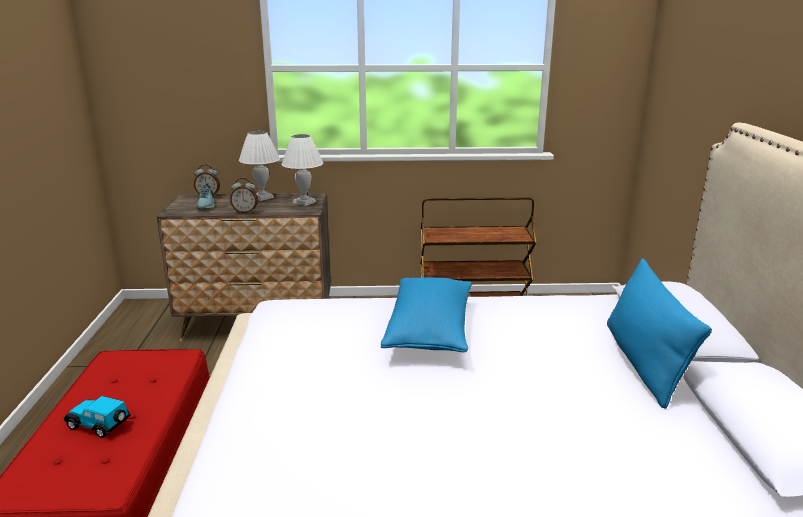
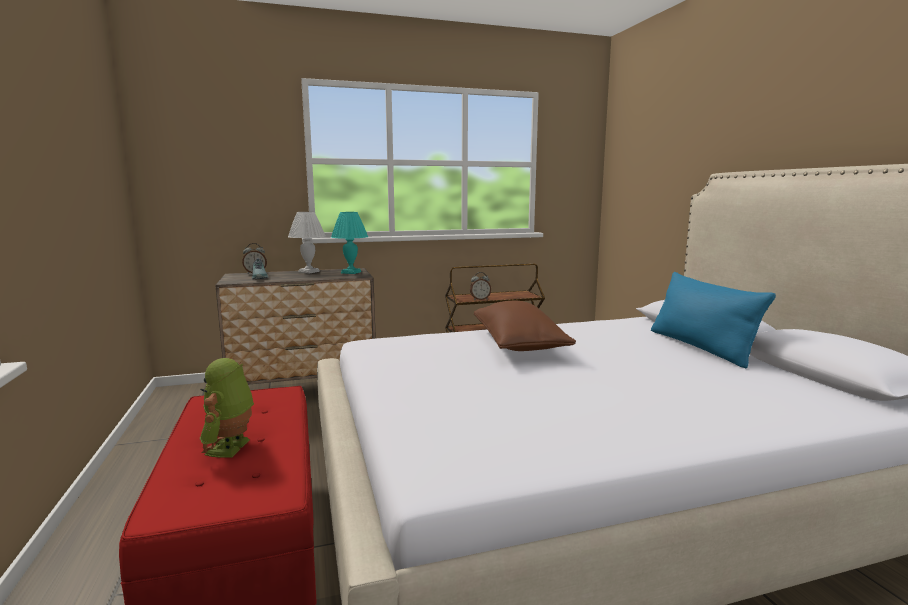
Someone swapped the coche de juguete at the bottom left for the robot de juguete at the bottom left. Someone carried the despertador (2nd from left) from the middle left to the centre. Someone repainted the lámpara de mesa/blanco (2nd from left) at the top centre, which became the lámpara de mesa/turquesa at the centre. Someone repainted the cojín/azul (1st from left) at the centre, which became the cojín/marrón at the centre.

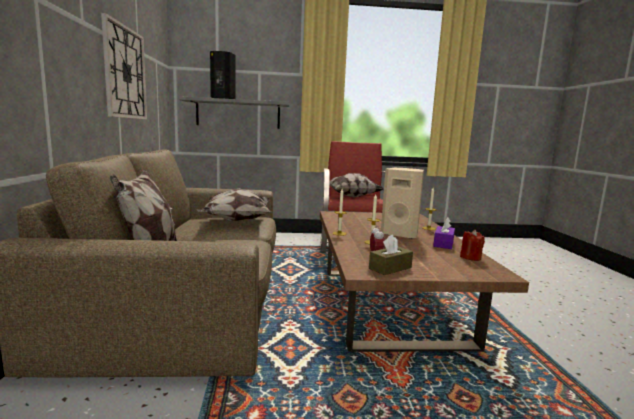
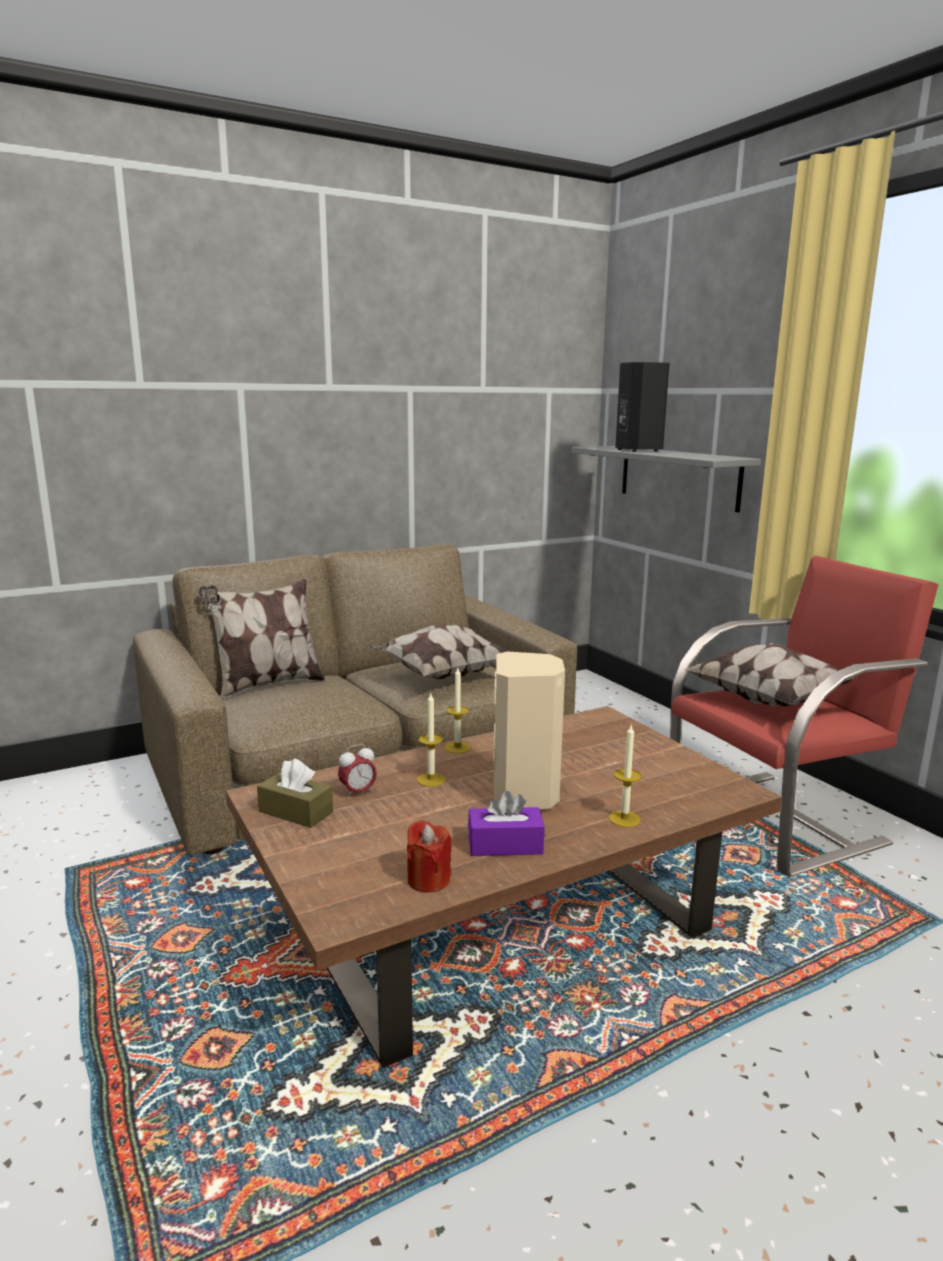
Someone took away the reloj de pared at the top left.

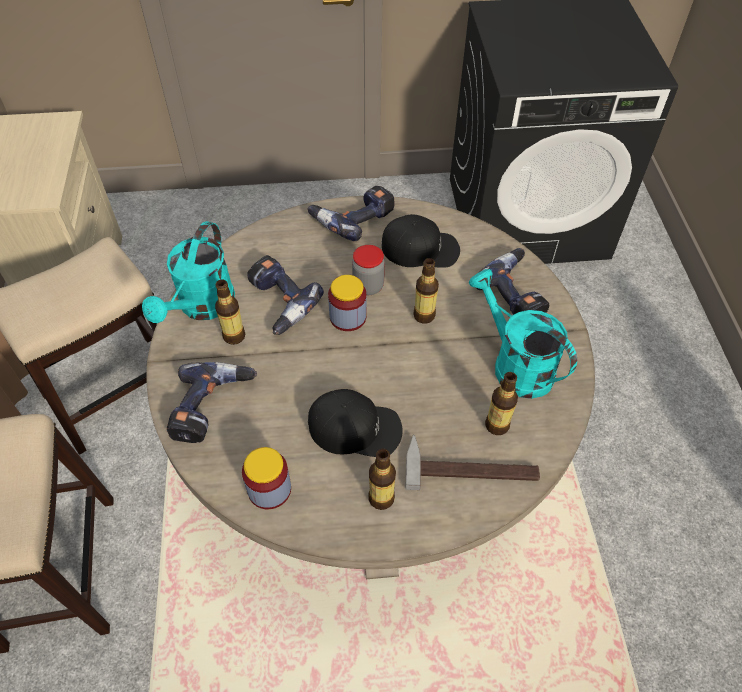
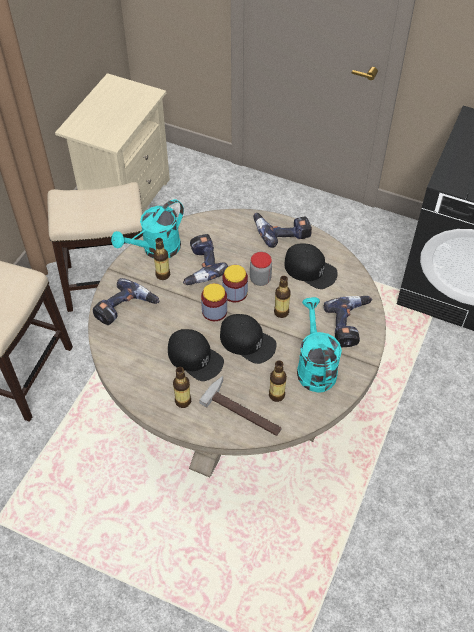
Someone carried the tarro (1st from left) from the bottom centre to the centre. Someone put down the gorra/negro (2nd from left) at the centre.

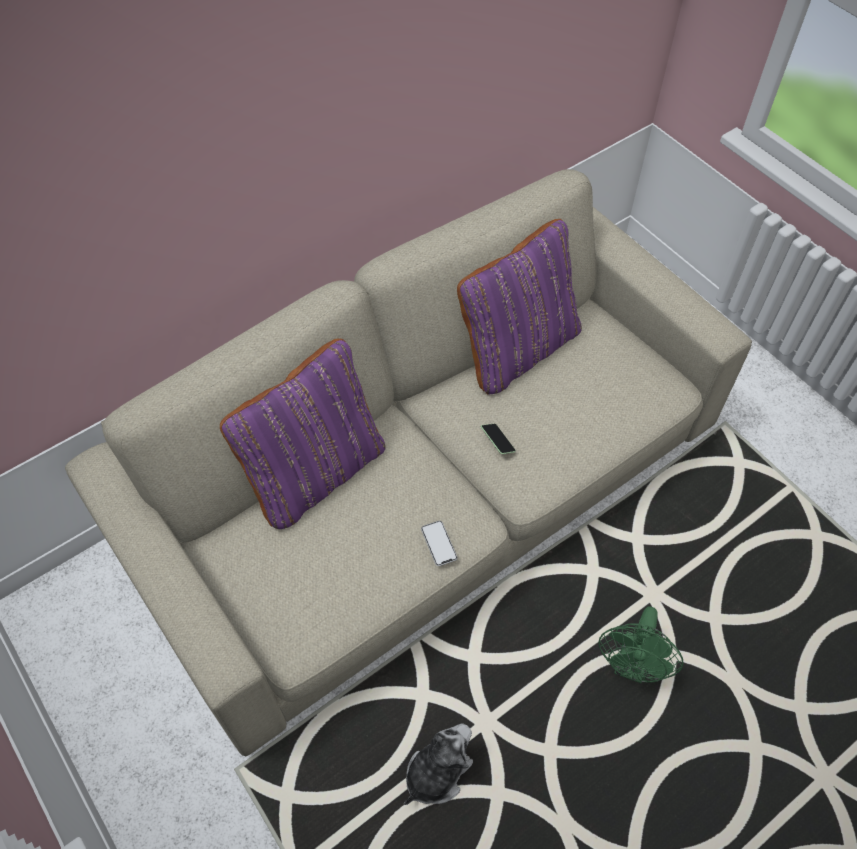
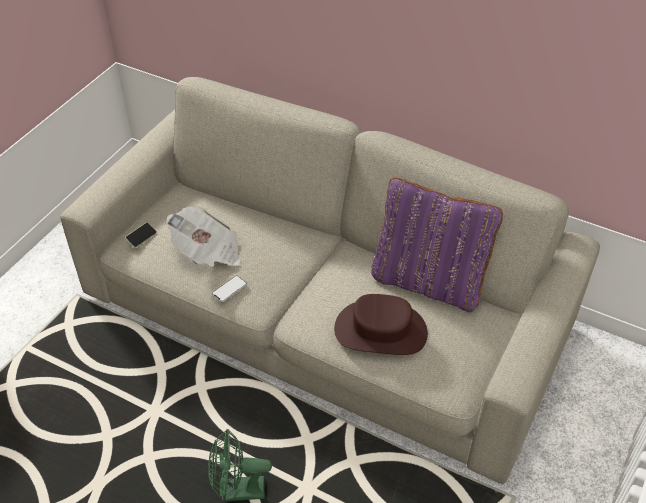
Someone took away the cojín/morado (1st from left) at the centre. Someone took away the peluche at the bottom centre. Someone carried the móvil (2nd from left in the first image) from the centre to the middle left. Someone put down the periódico at the middle left. Someone put down the sombrero/marrón at the centre.

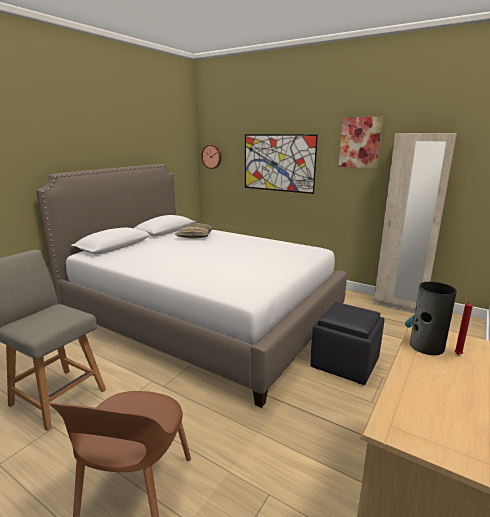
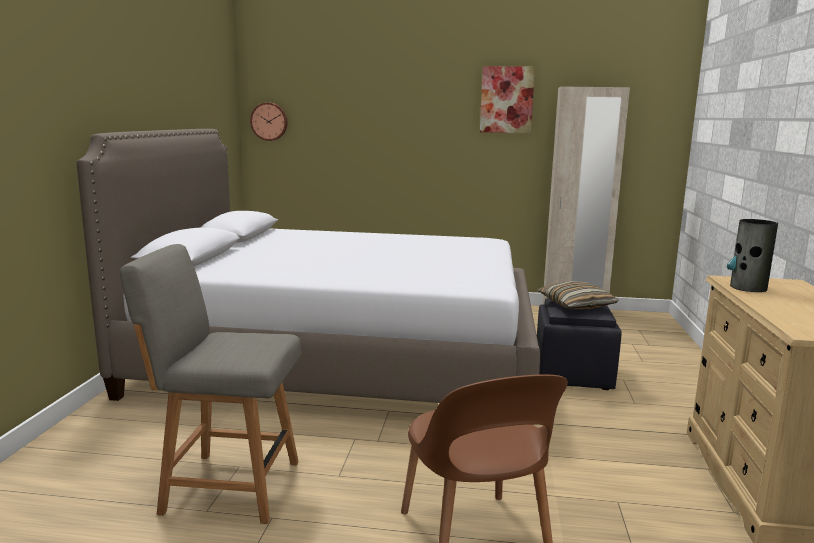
Someone carried the cojín from the centre to the middle right. Someone took away the cuadro (1st from left) at the top centre. Someone took away the vela/rojo at the middle right.

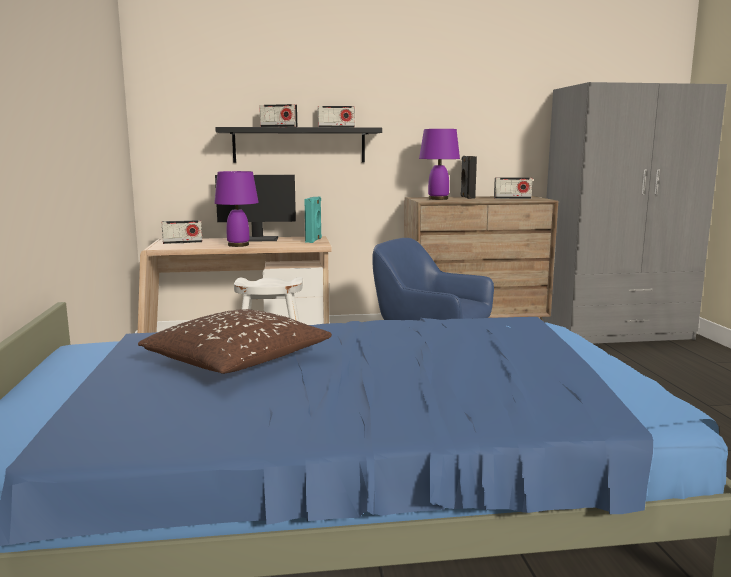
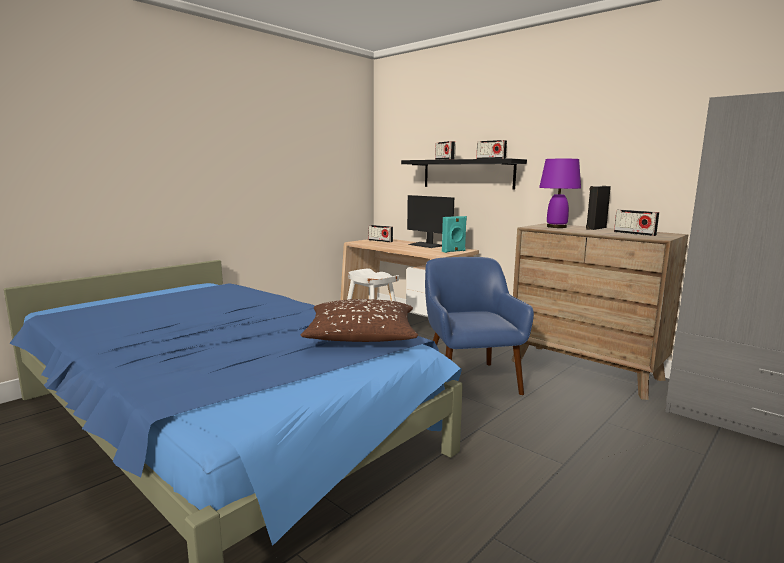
Someone carried the cojín/marrón from the middle left to the centre. Someone took away the lámpara de mesa/morado (1st from left) at the middle left.

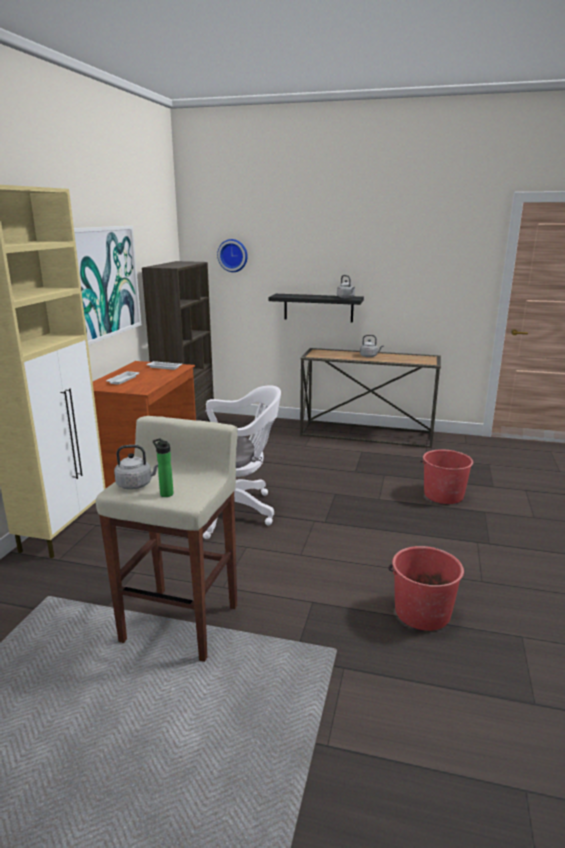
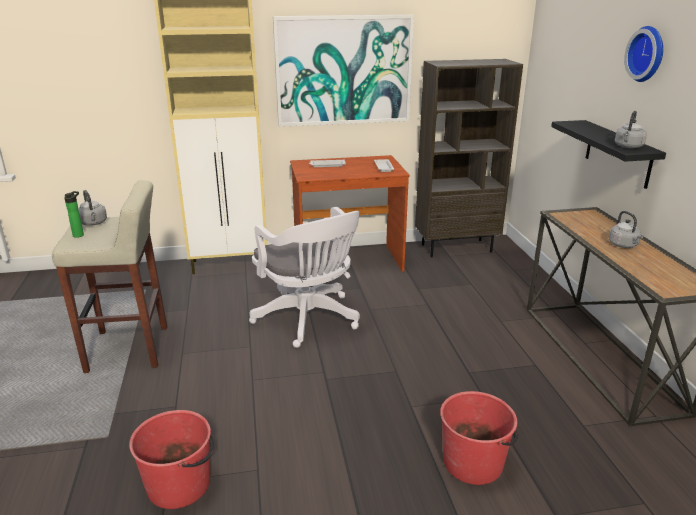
Someone carried the reloj de pared from the top centre to the top right.

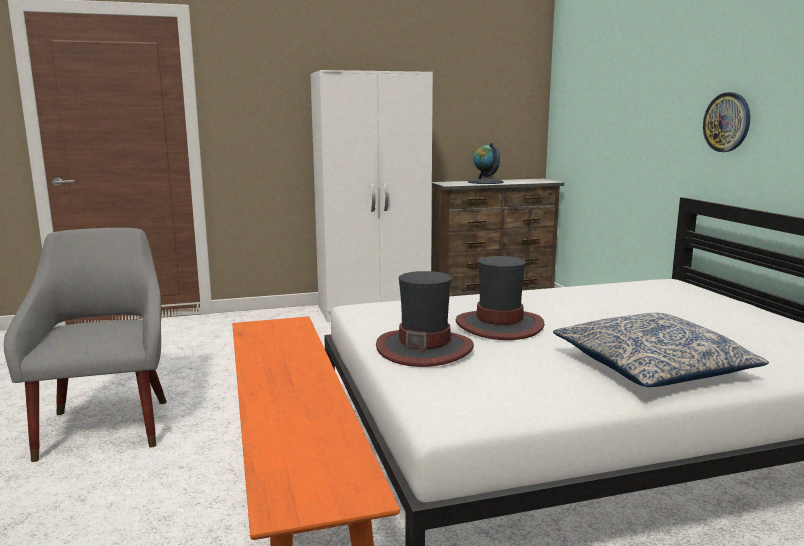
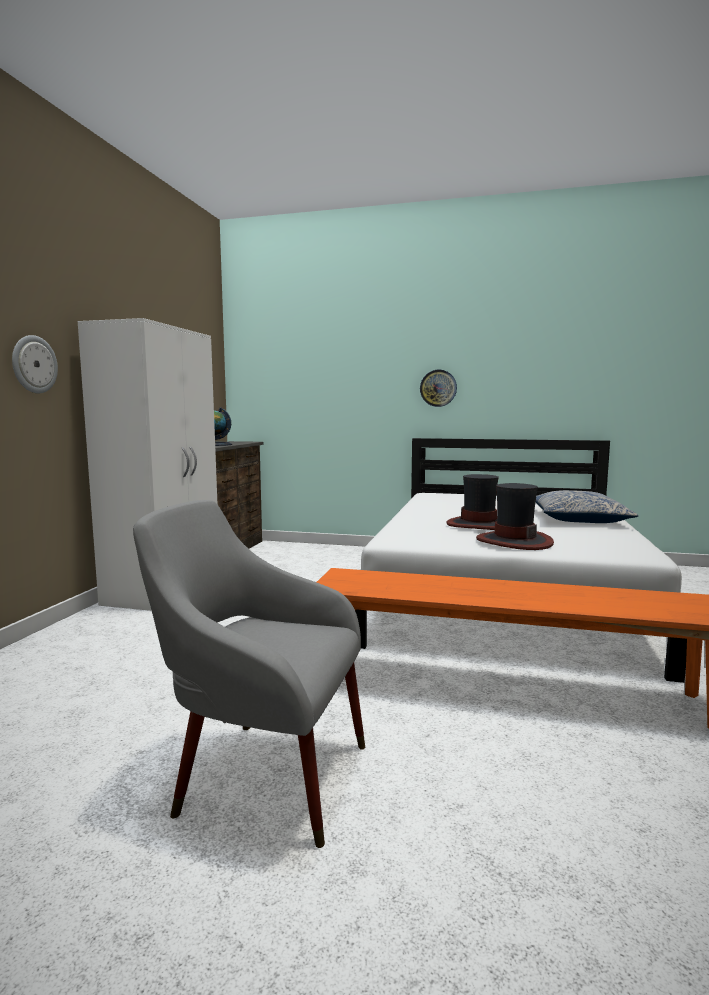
Someone put up the reloj de pared (1st from left) at the middle left.

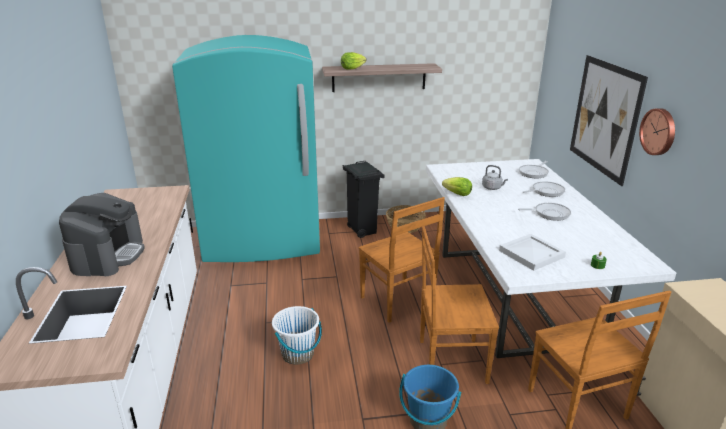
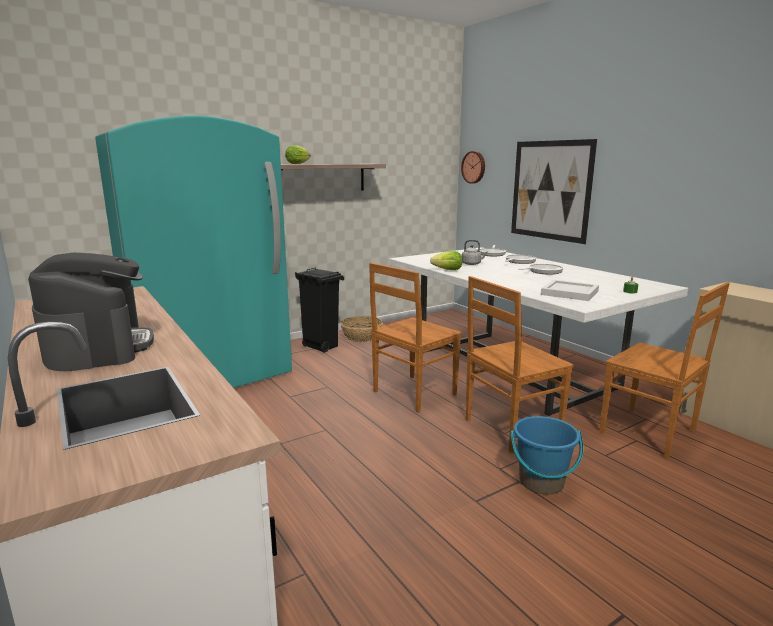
Someone took away the cubo/blanco at the bottom centre. Someone rotated the silla/marrón (1st from left) at the centre by 105 degrees clockwise. Someone carried the reloj de pared from the top right to the top centre.

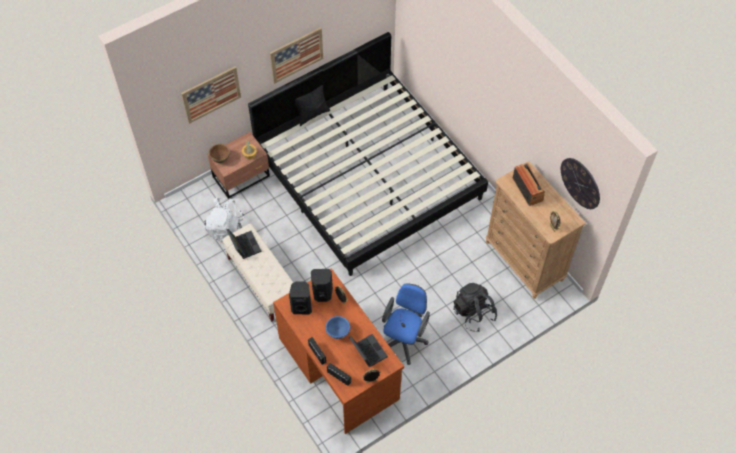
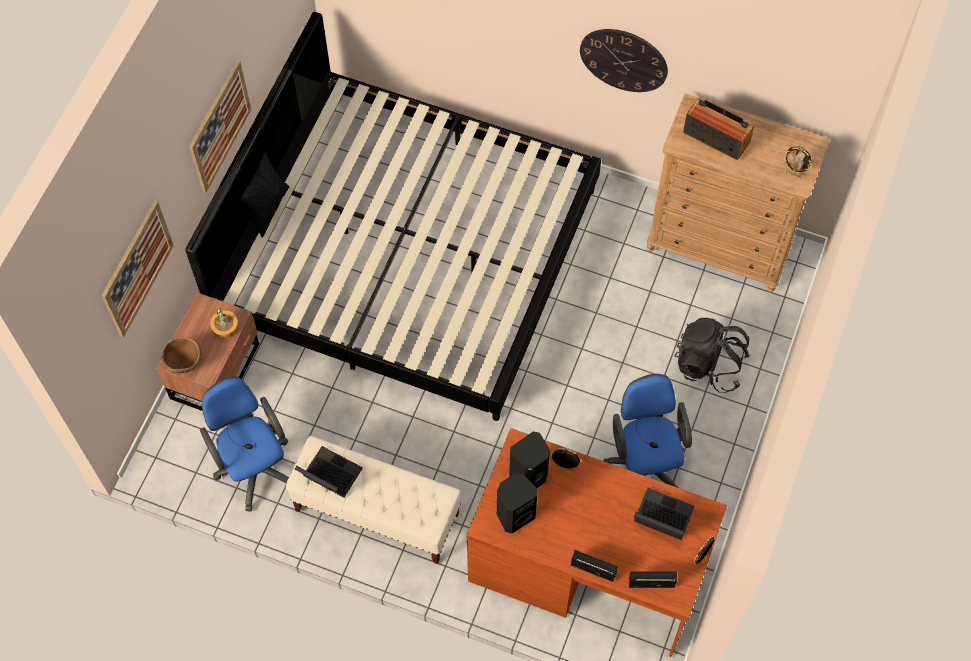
Someone swapped the mochila/blanco at the middle left for the silla de oficina/azul (1st from left) at the bottom left. Someone took away the cuenco/azul at the bottom centre. Someone carried the reloj de pared from the middle right to the top centre.

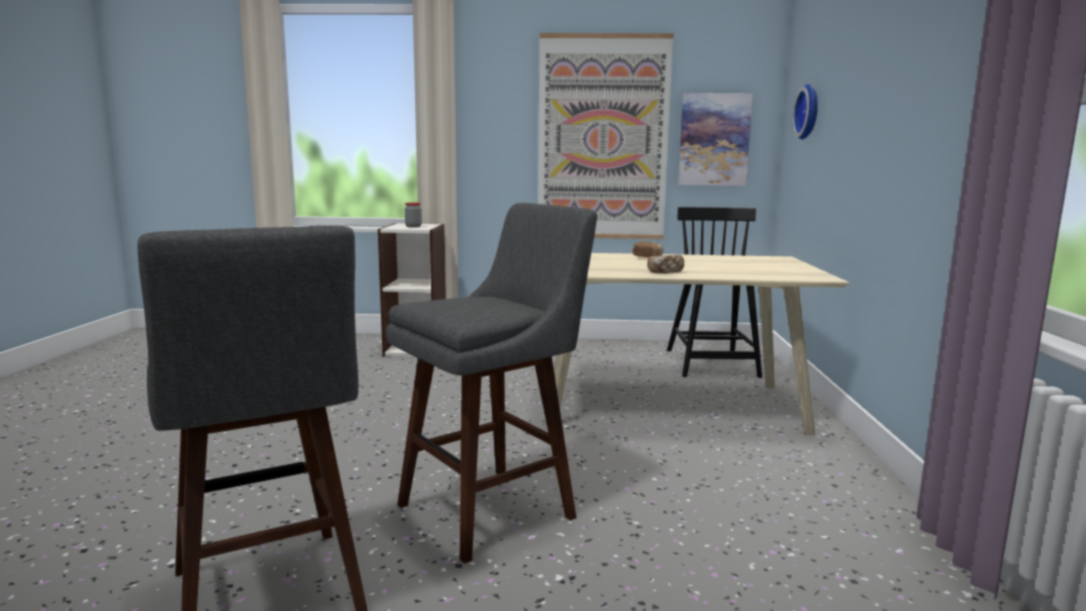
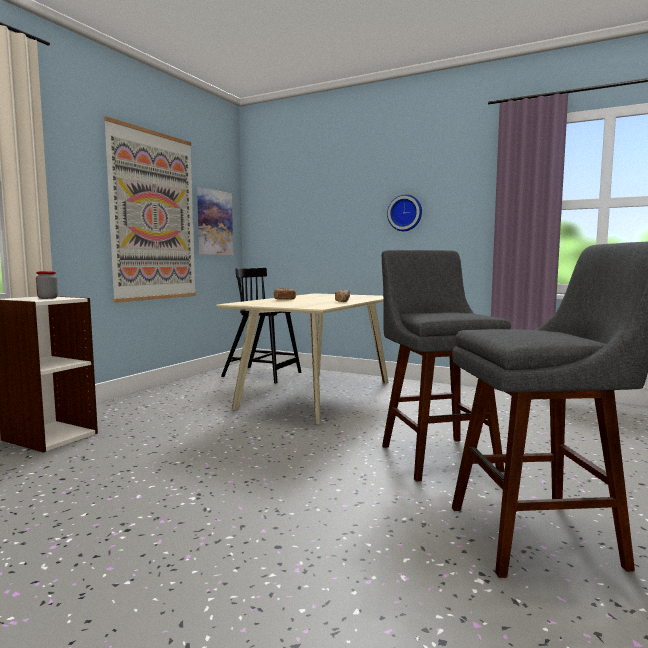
Someone carried the reloj de pared from the top right to the top centre.

